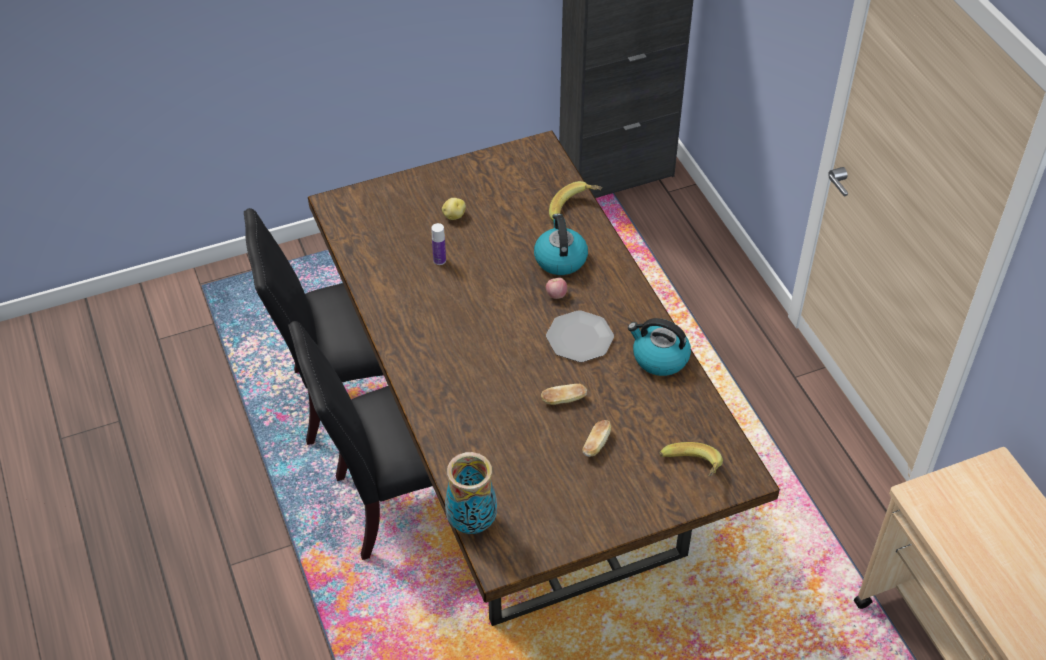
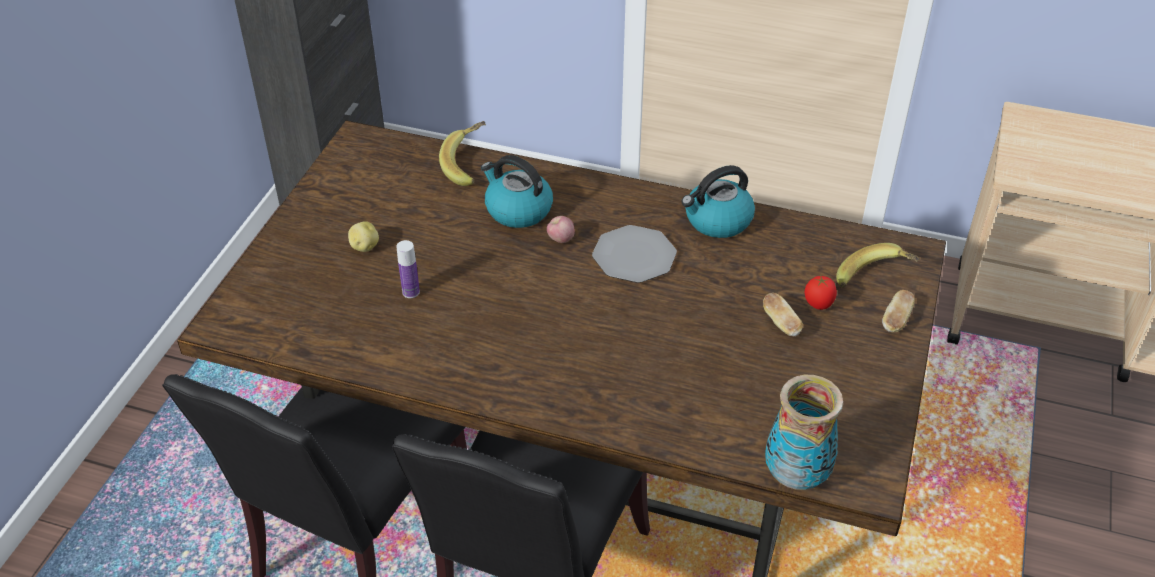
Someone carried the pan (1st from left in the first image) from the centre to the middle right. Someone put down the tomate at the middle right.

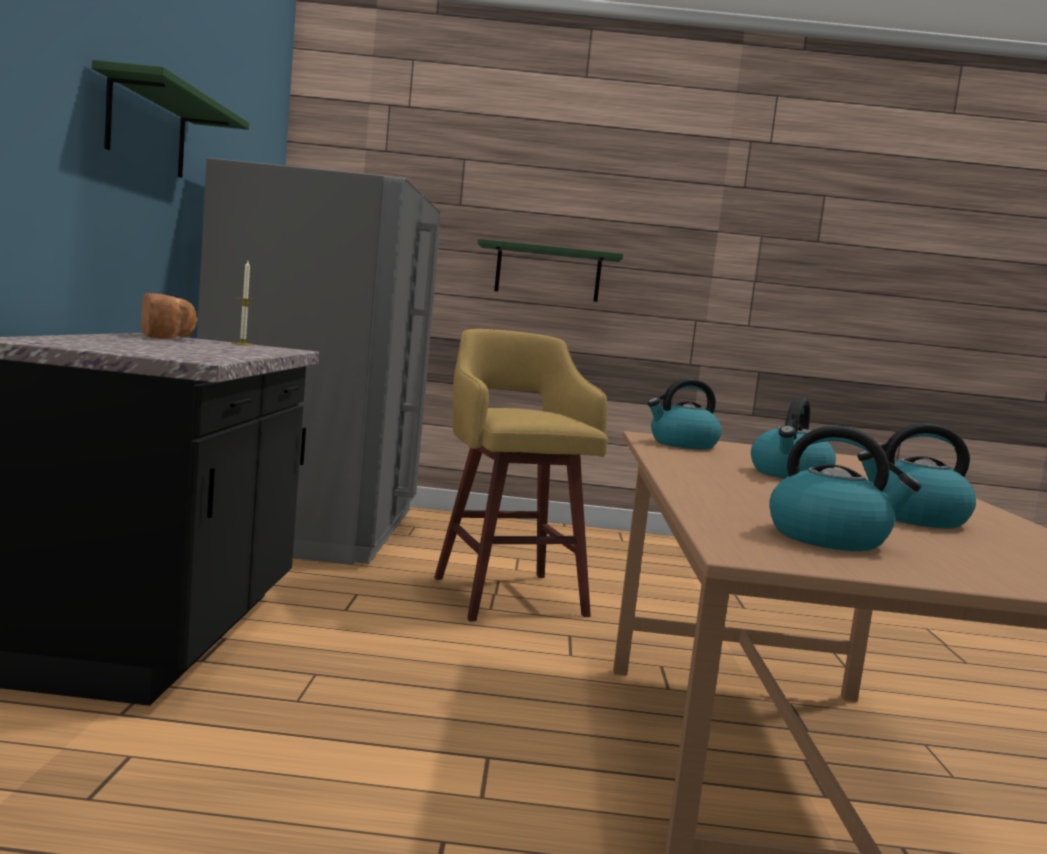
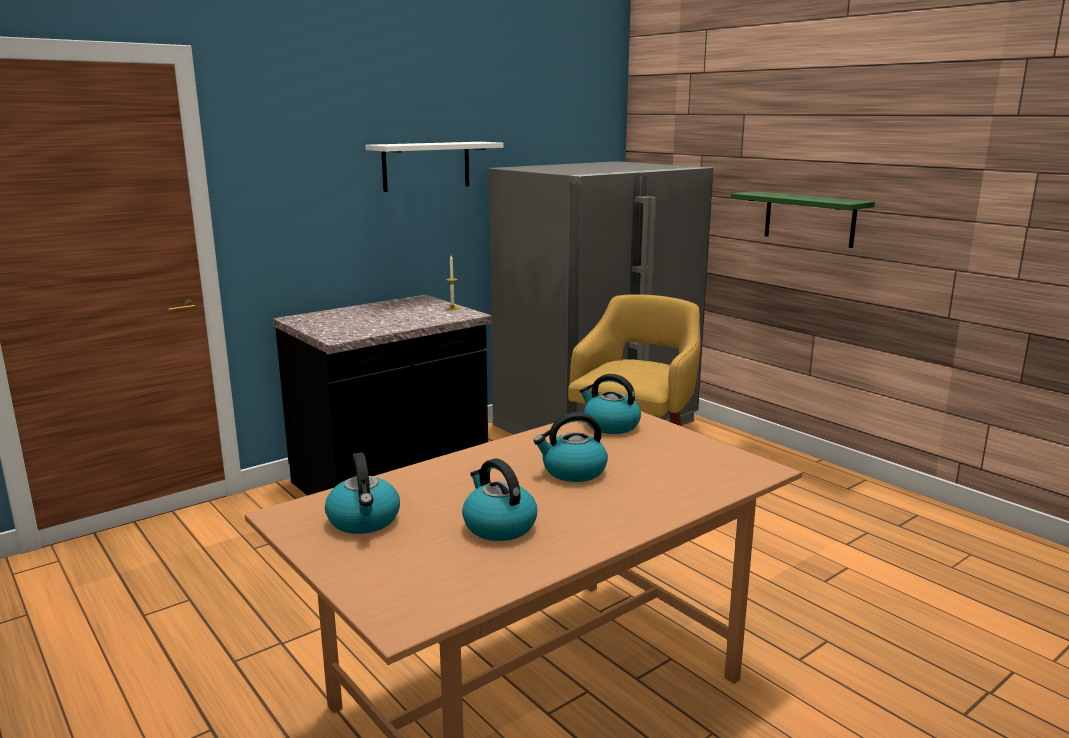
Someone repainted the estante/verde (1st from left) at the top left, which became the estante/blanco at the top centre. Someone took away the pan at the middle left.

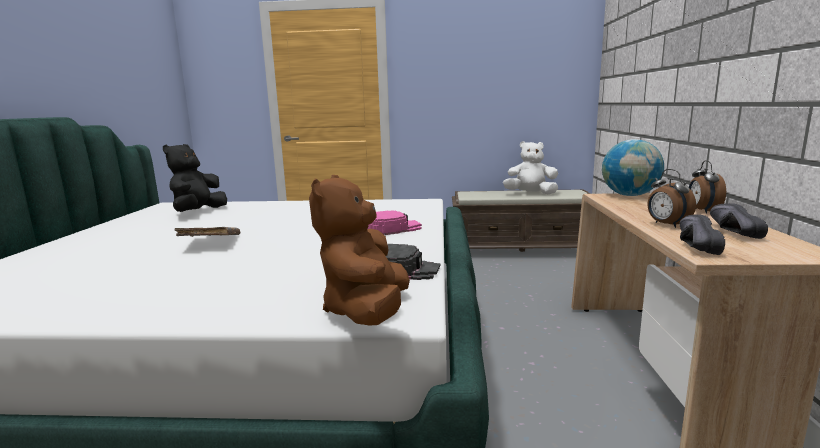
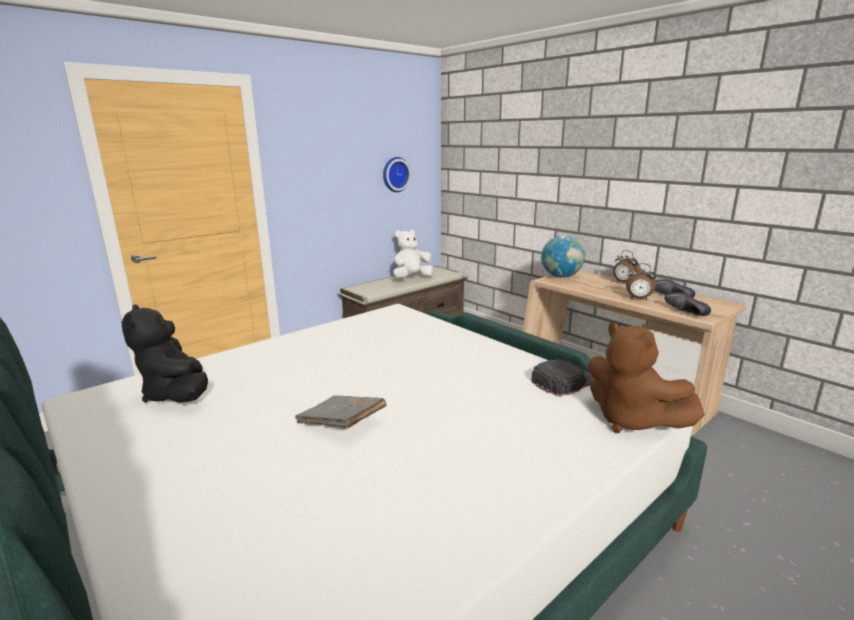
Someone took away the gorra/rosa at the centre. Someone put up the reloj de pared at the top centre.

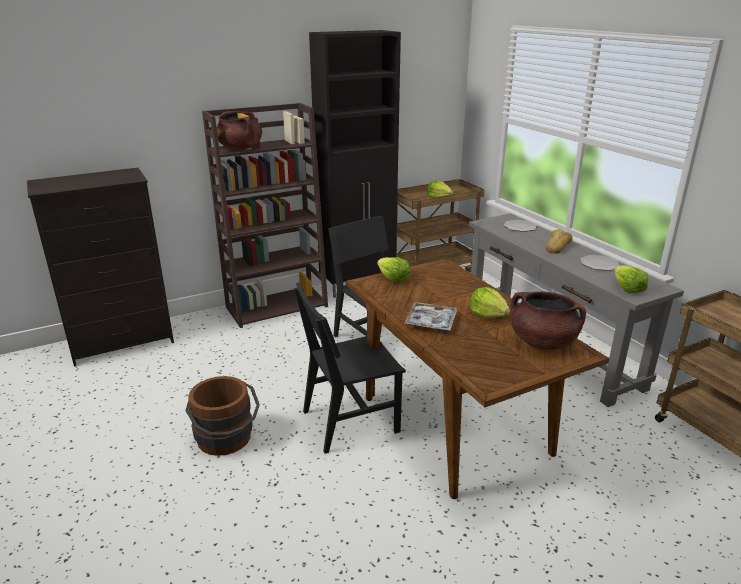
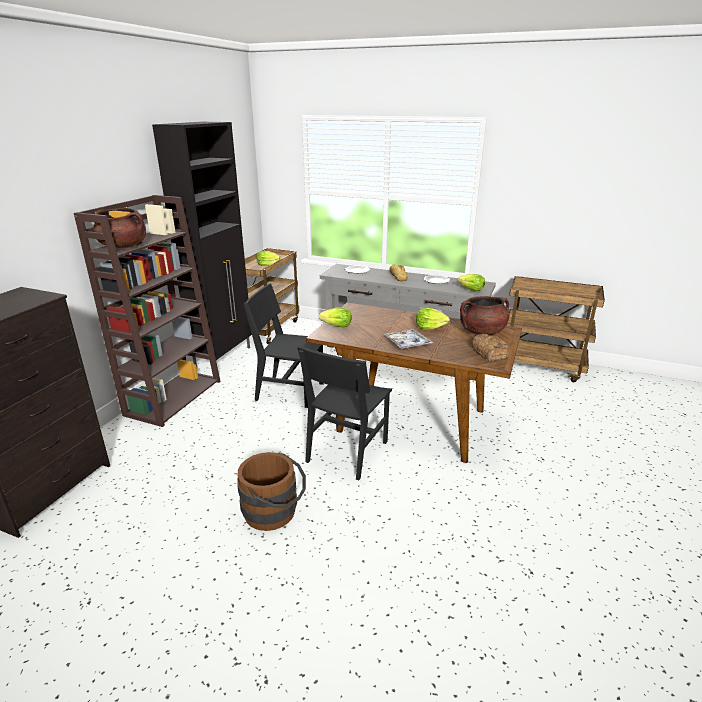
Someone put down the pan (2nd from left) at the middle right.

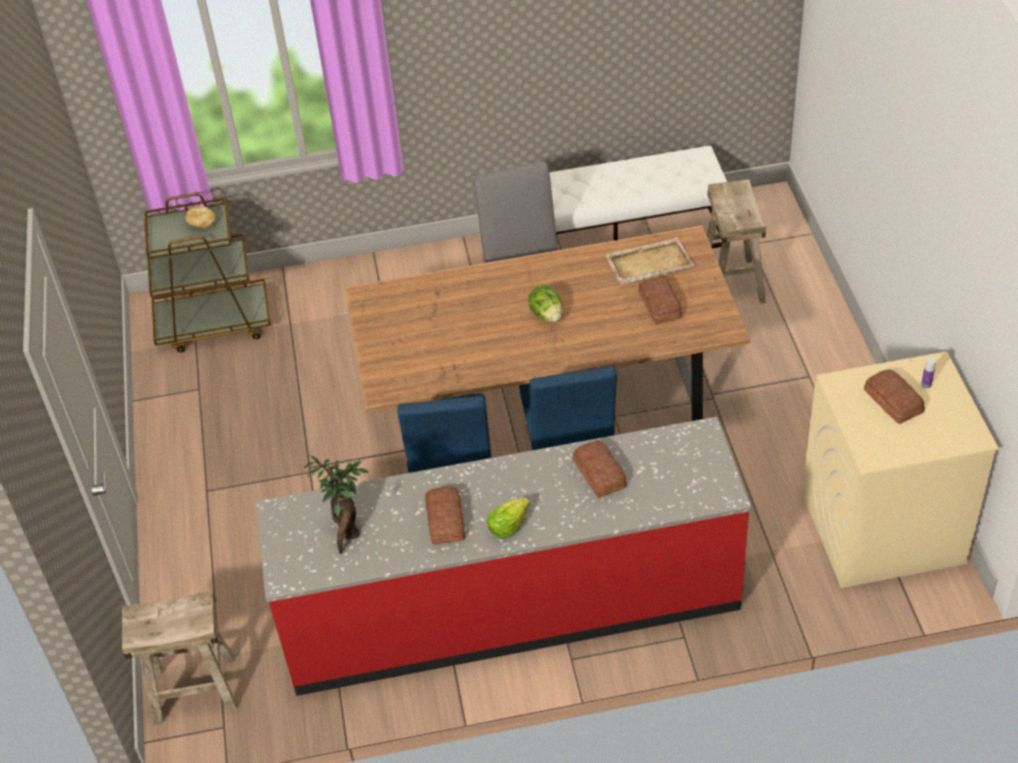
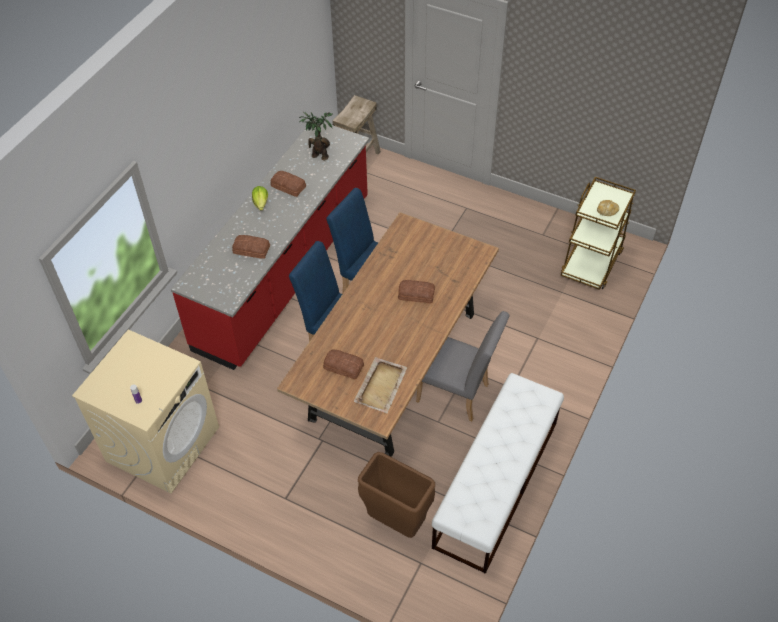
Someone took away the lechuga (2nd from left) at the centre. Someone swapped the taburete/beis (2nd from left) at the top right for the papelera/marrón at the bottom centre. Someone carried the pan (5th from left in the first image) from the middle right to the centre.

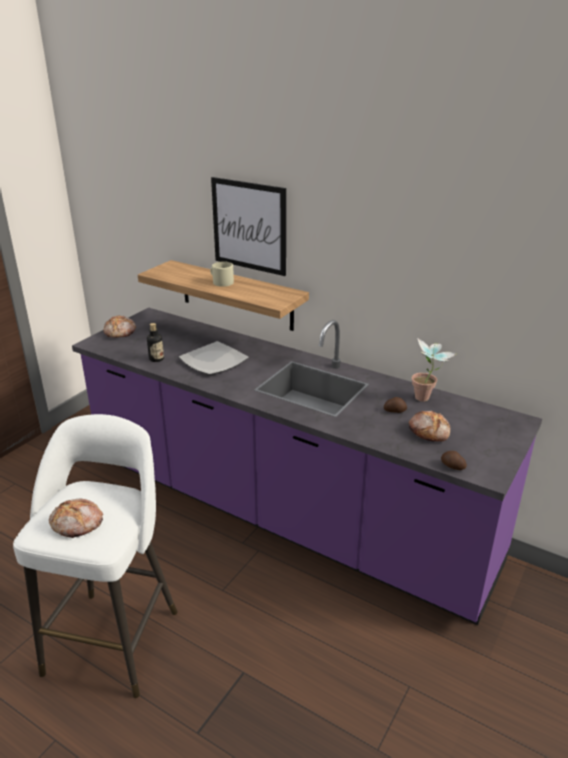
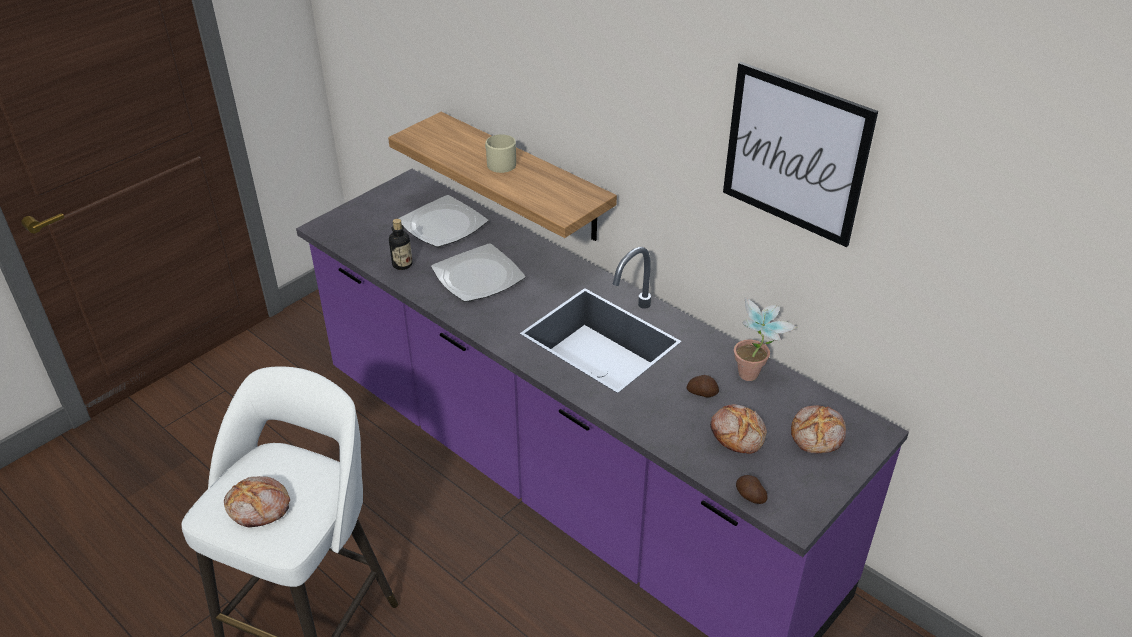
Someone carried the pan (2nd from left in the first image) from the middle left to the bottom right. Someone carried the cuadro from the top centre to the top right. Someone put down the plato (1st from left) at the centre.

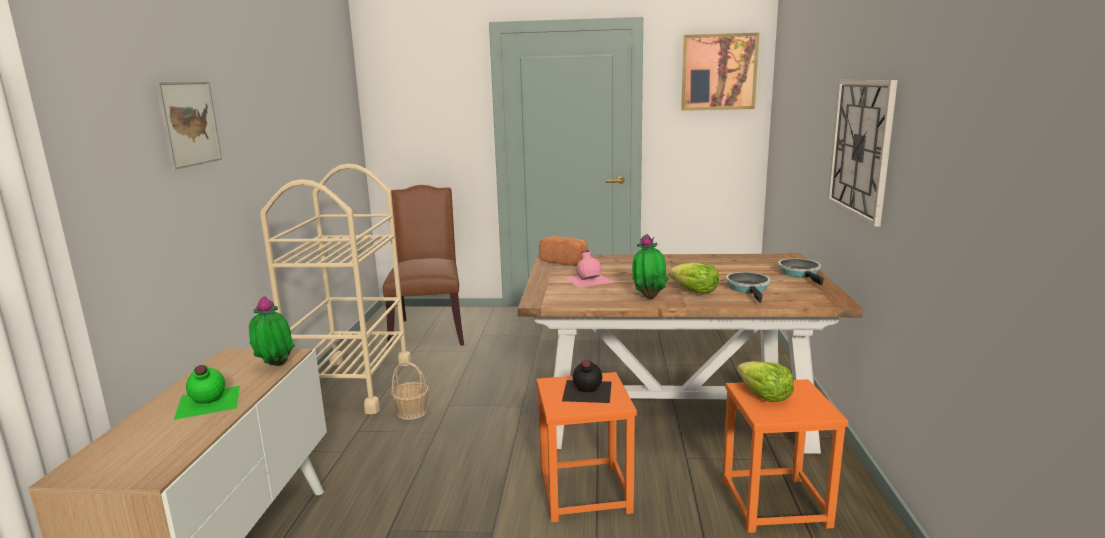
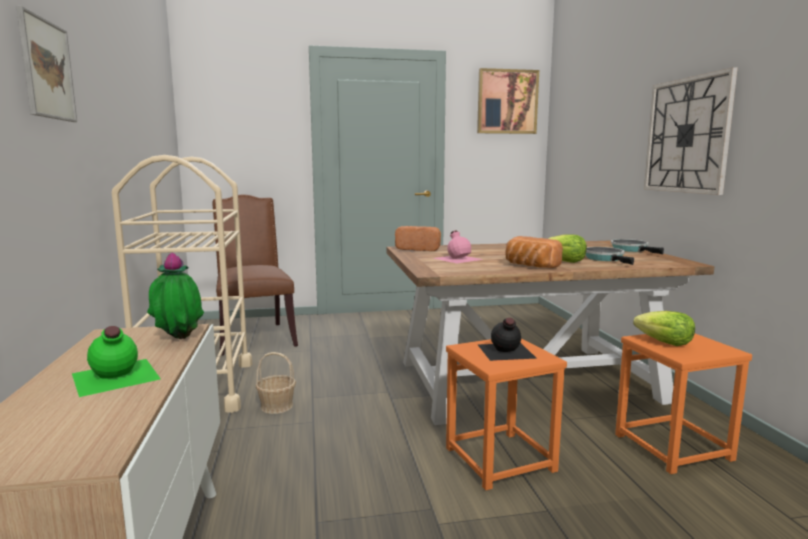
Someone swapped the planta en maceta (2nd from left) at the centre for the pan (2nd from left) at the centre.

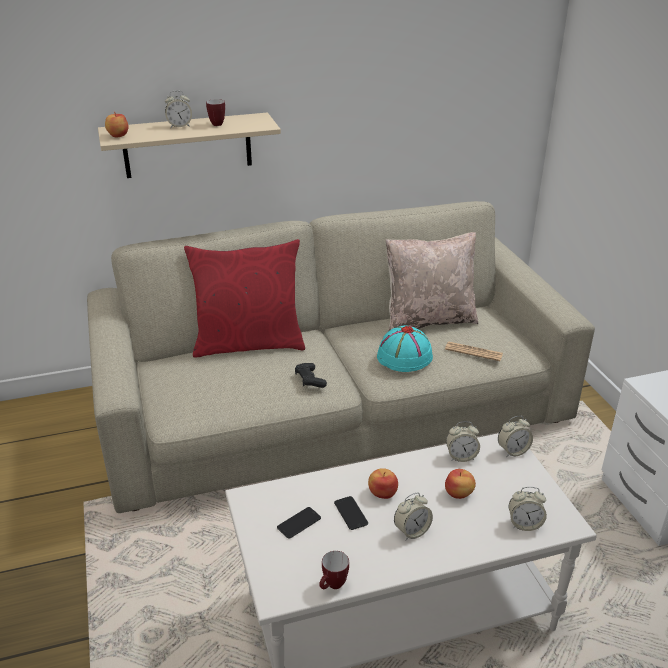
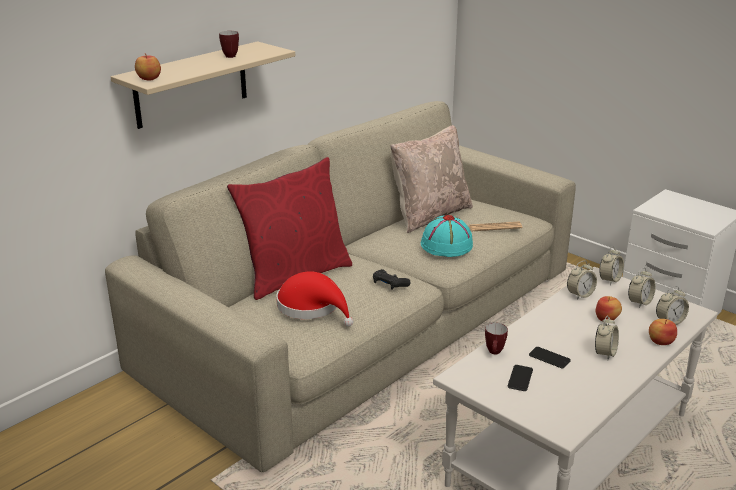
Someone carried the despertador (1st from left in the first image) from the top left to the middle right. Someone carried the taza grande (2nd from left) from the bottom centre to the bottom right. Someone carried the manzana (2nd from left in the first image) from the bottom centre to the bottom right. Someone put down the sombrero/rojo at the centre.

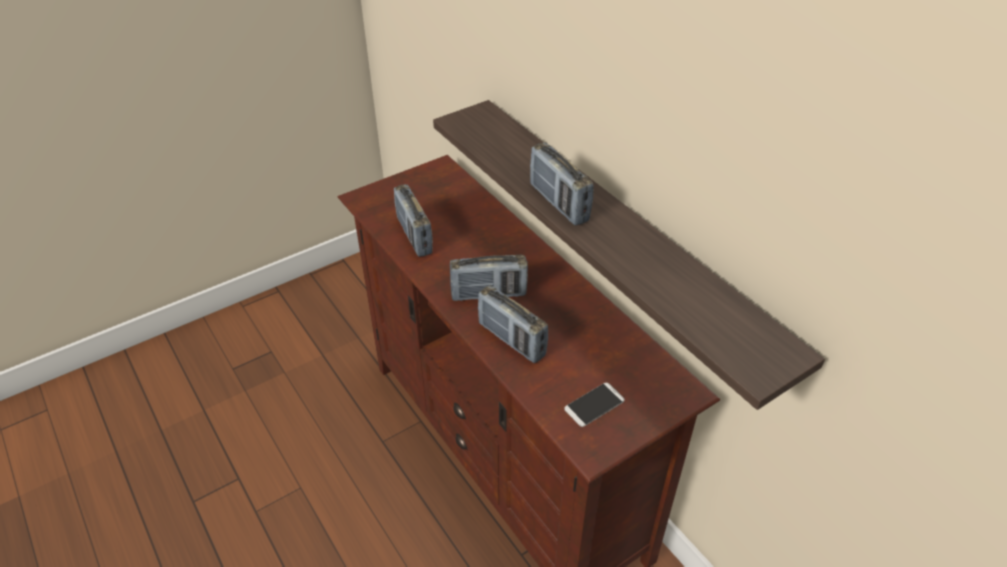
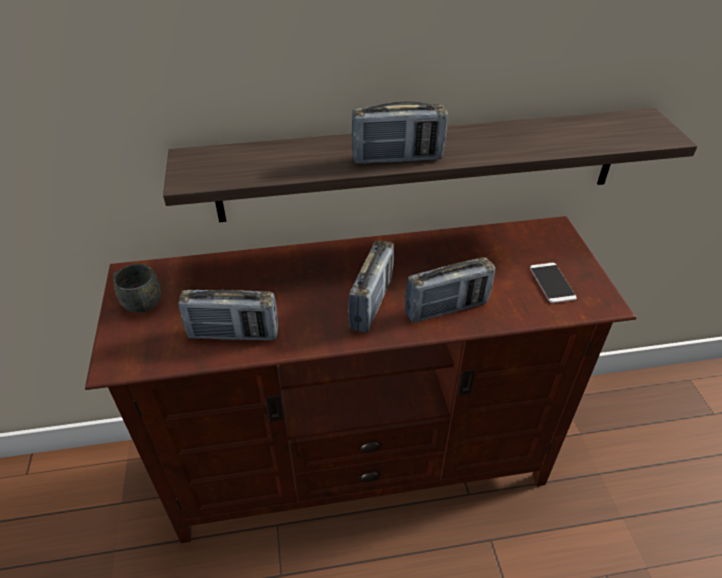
Someone put down the taza grande/gris at the middle left.

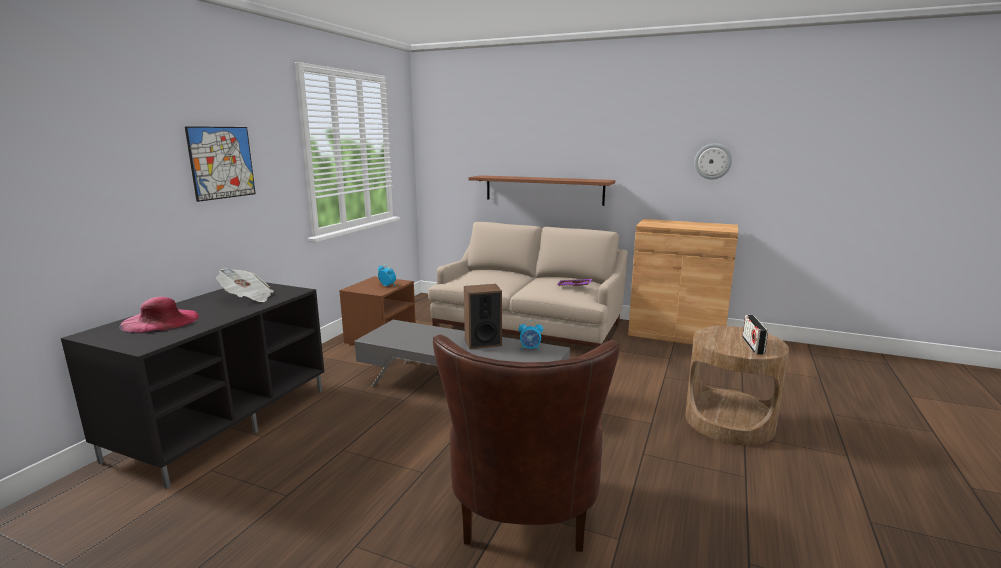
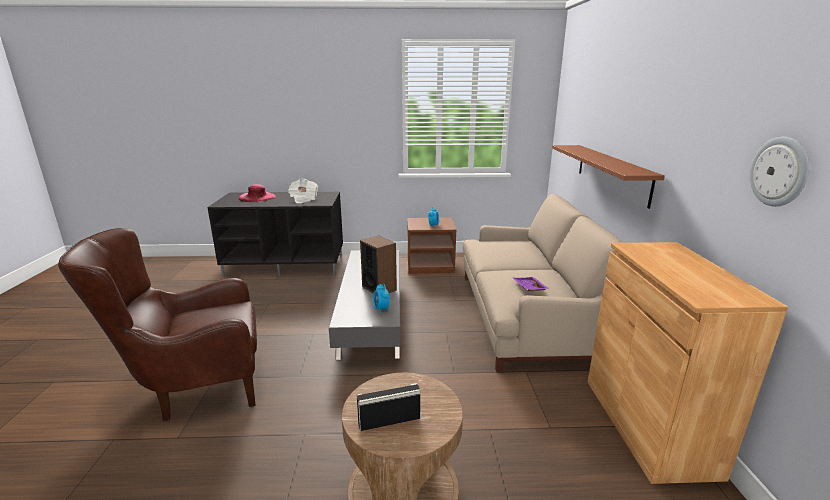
Someone took away the cuadro at the top left.

